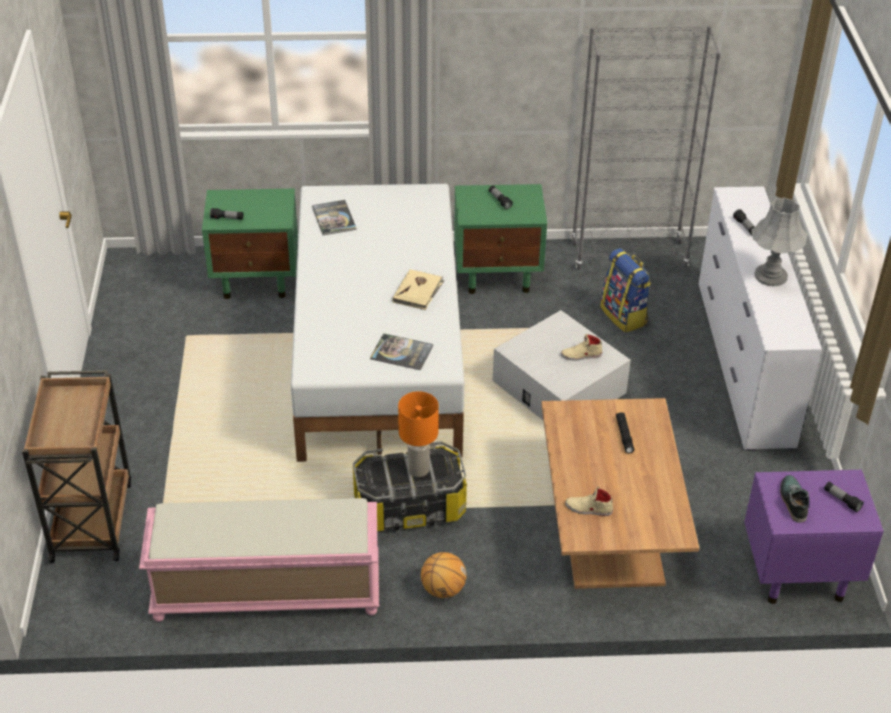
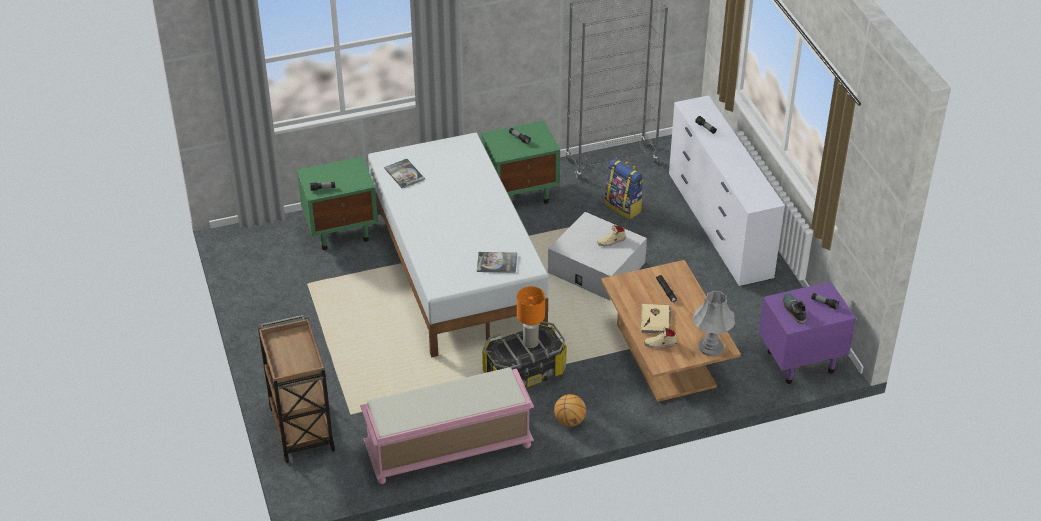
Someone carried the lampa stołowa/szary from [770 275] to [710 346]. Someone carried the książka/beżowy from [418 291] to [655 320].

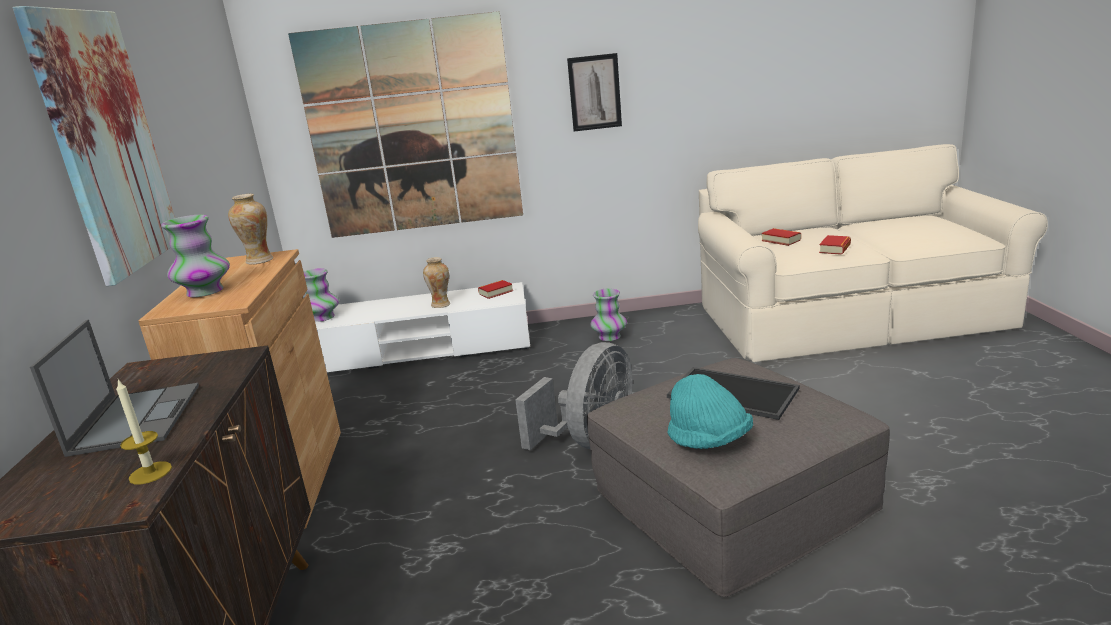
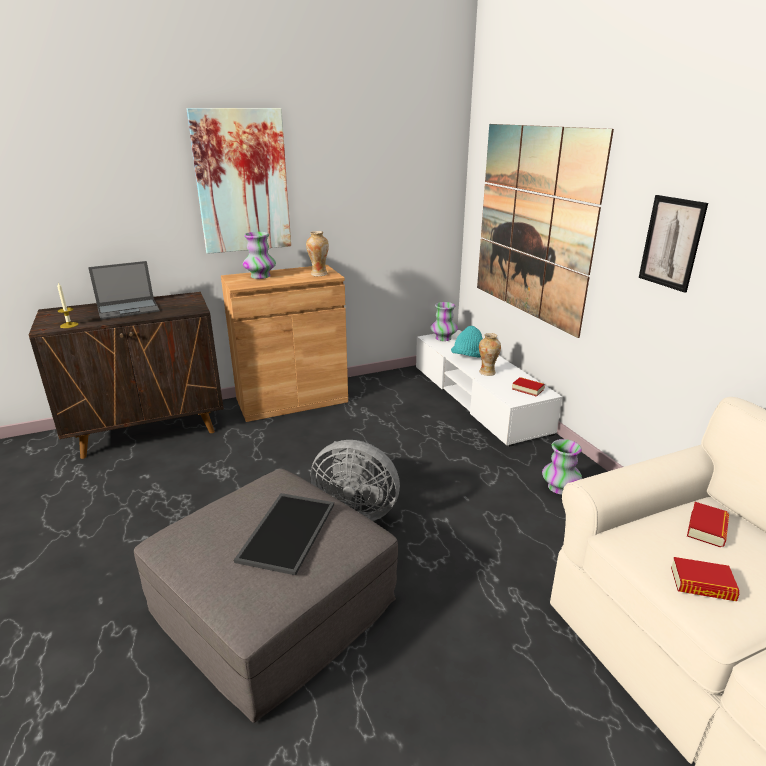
Someone carried the kapelusz/turkusowy from [709 441] to [467 357].

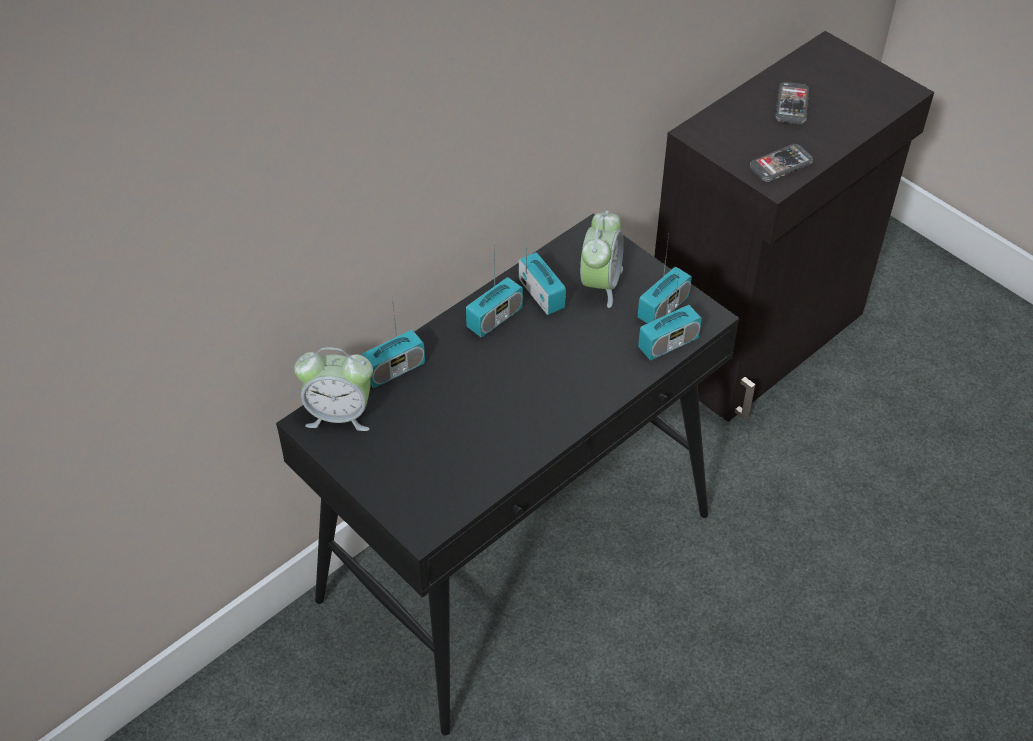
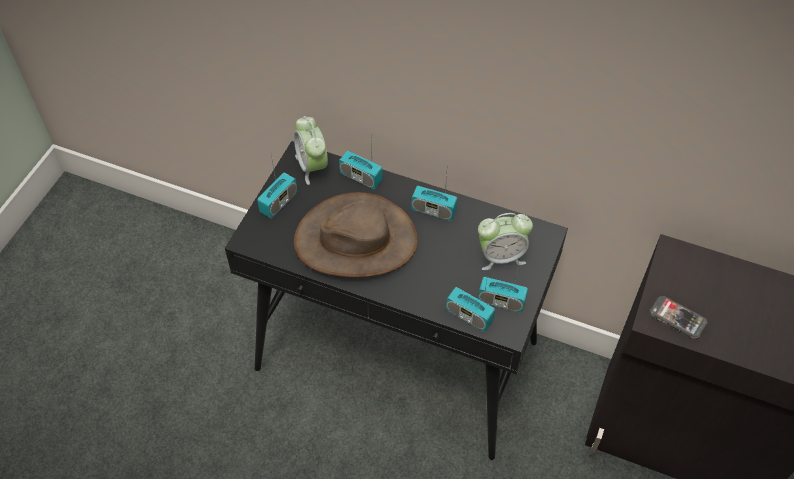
Someone took away the telefon at [792 105]. Someone carried the radio from [541 294] to [279 202]. Someone put down the kapelusz/brązowy at [355 240].

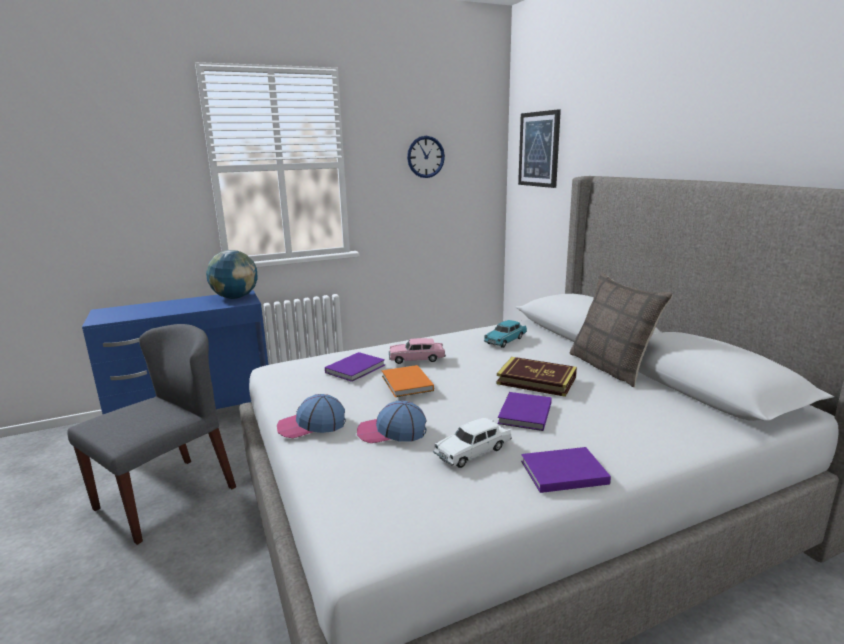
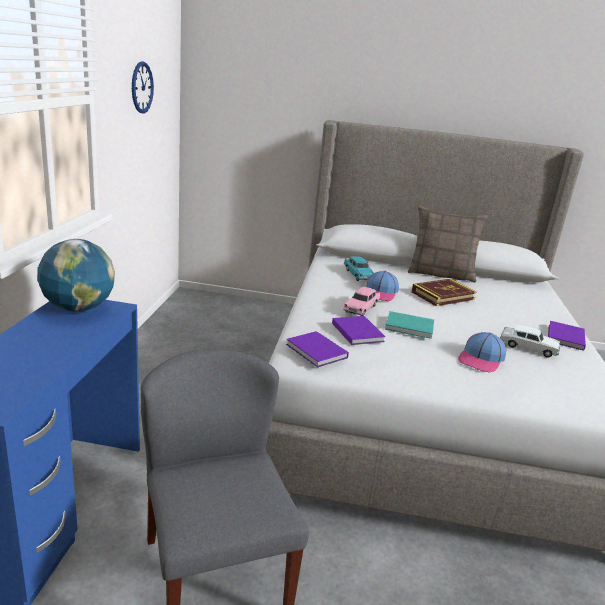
Someone took away the obraz at [539 149]. Someone repainted the książka/pomarańczowy at [406 384], which became the książka/turkusowy at [410 327]. Someone carried the książka/fioletowy from [524 414] to [316 352]. Someone carried the czapka z daszkiem from [311 425] to [380 293]. Someone rotated the samochodzik/biały at [473 452] by 60 degrees counterclockwise.

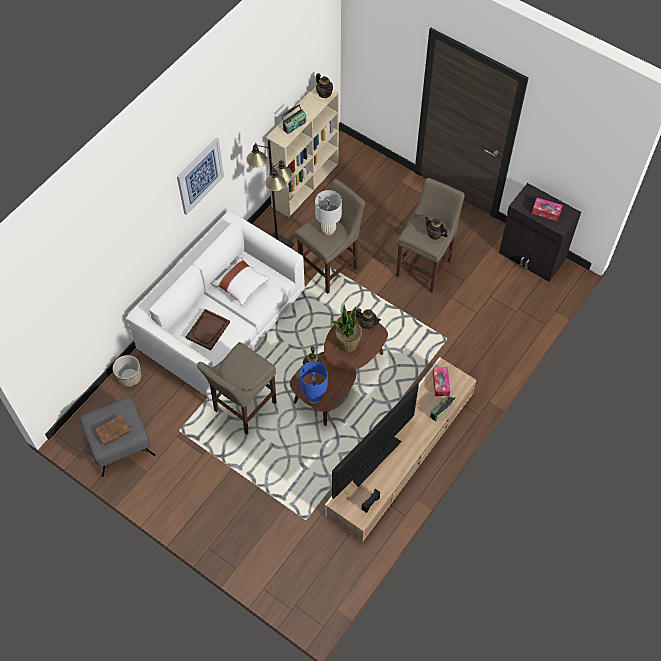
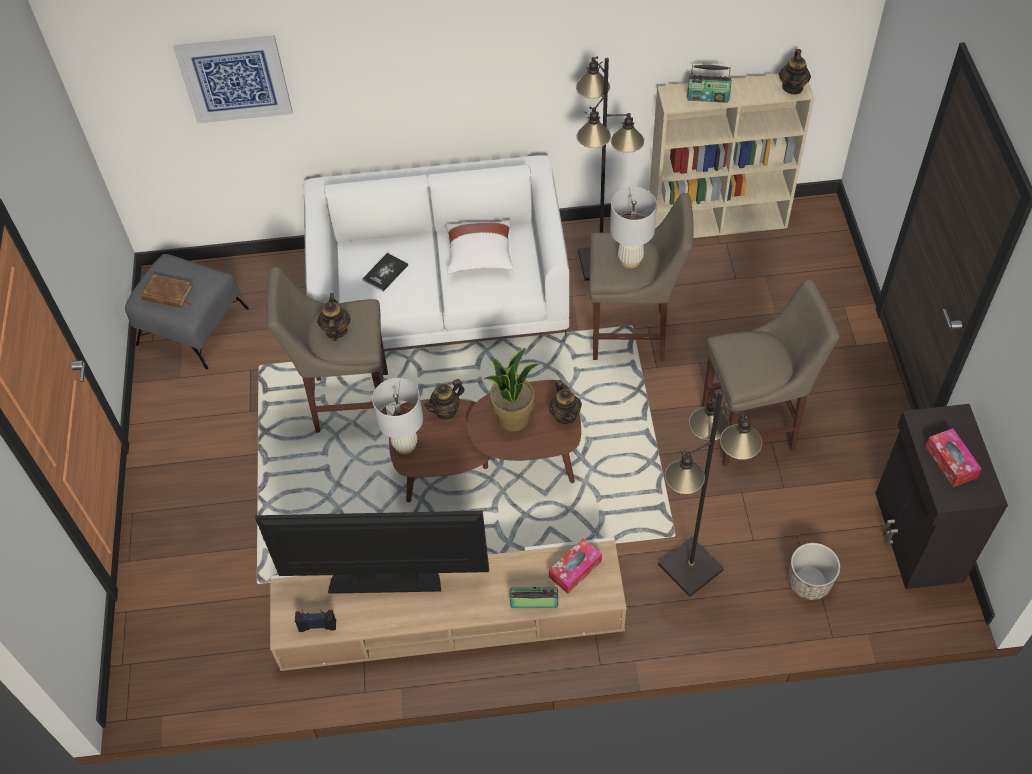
Someone carried the obraz from [200 175] to [234 78]. Someone carried the imbryk from [434 234] to [336 330]. Someone swapped the taca/brązowy at [208 330] for the książka at [385 273]. Someone carried the donica from [130 377] to [809 582]. Someone repainted the lampa stołowa/niebieski at [314 397], which became the lampa stołowa/biały at [405 445]. Someone put down the lampa stojąca/czarny at [690 568].

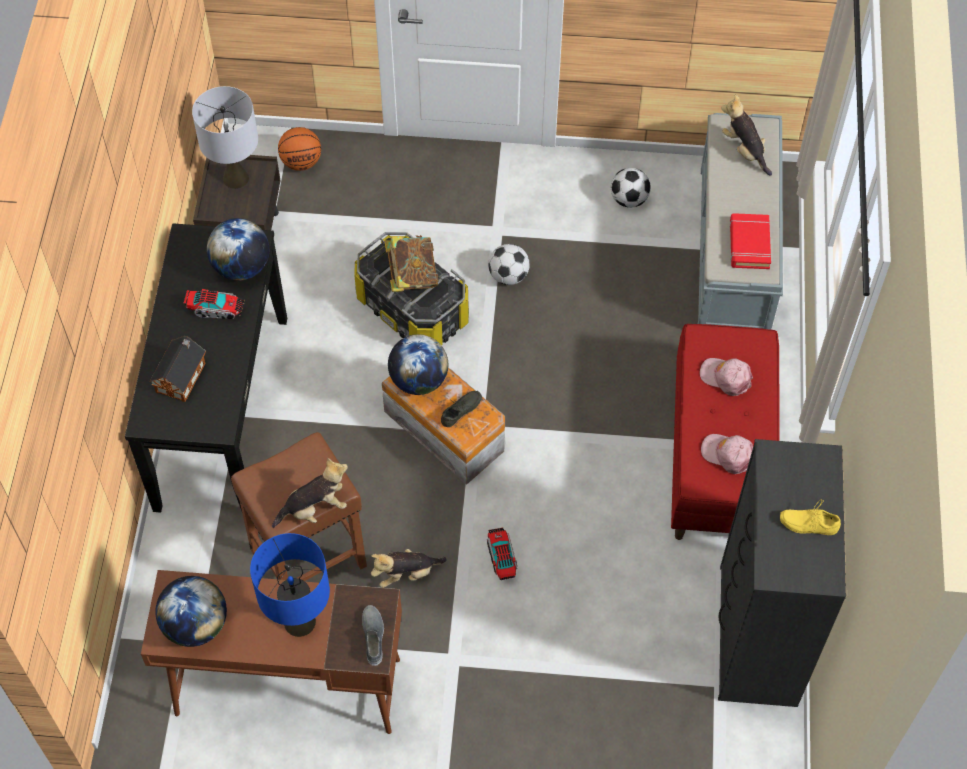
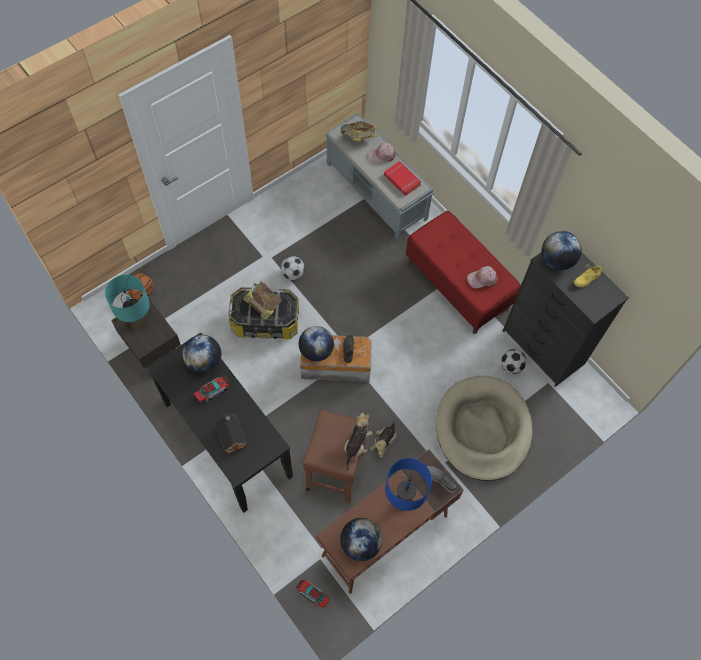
Someone repainted the lampa stołowa/szary at [236 178], which became the lampa stołowa/turkusowy at [138 322]. Someone swapped the pluszak at [744 150] for the książka at [358 139]. Someone carried the piłka futbolowa from [629 199] to [511 366]. Someone carried the czapka z daszkiem/różowy from [726 377] to [382 155]. Someone carried the ciężarówka zabawkowa from [502 557] to [313 594]. Someone put down the globus at [556 260]. Someone put down the legowisko/beżowy at [483 429].

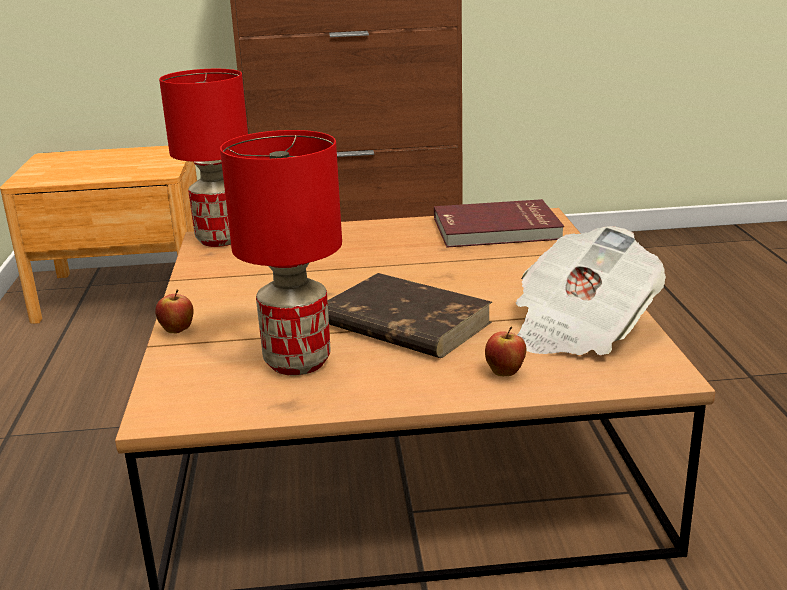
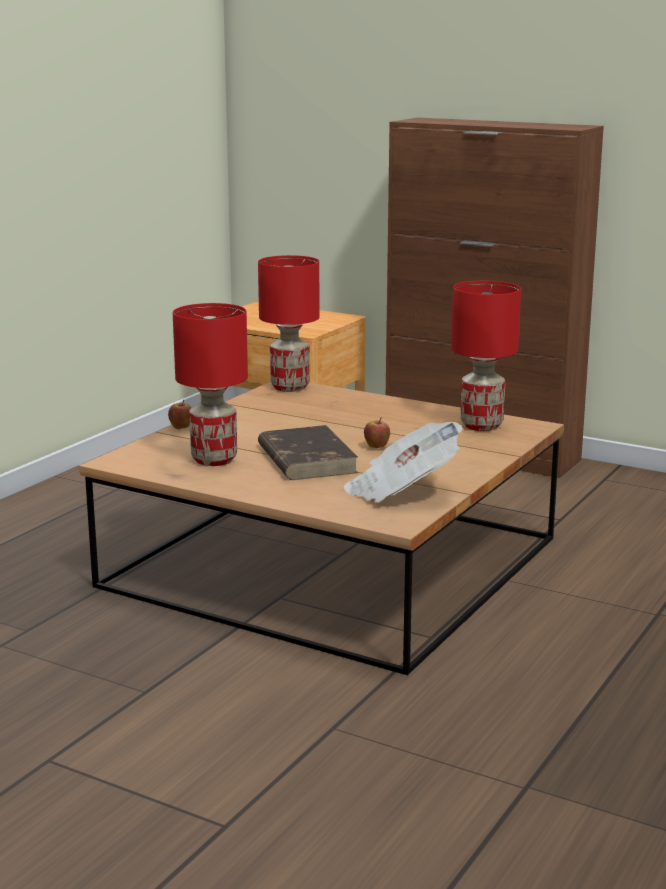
Someone swapped the książka/czerwony at [496 229] for the lampa stołowa/czerwony at [481 426]. Someone carried the jabłko from [505 373] to [377 447].

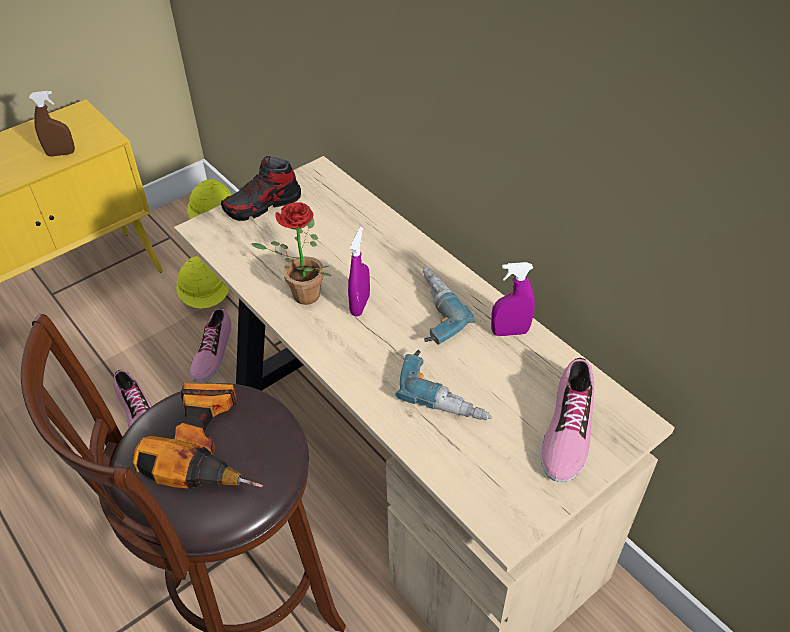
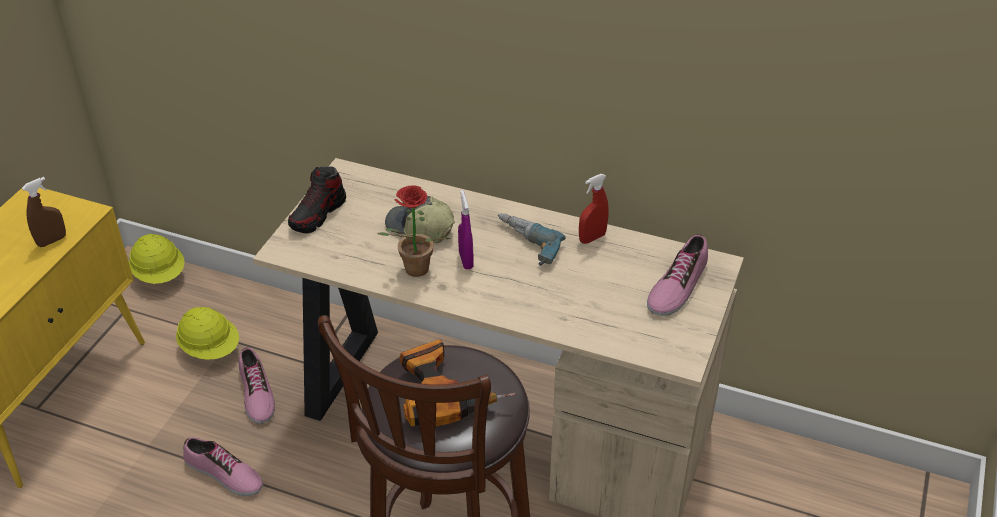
Someone repainted the spryskiwacz/fioletowy at [510 332], which became the spryskiwacz/czerwony at [592 238]. Someone took away the wiertarka at [446 393]. Someone rotated the but at [566 429] by 45 degrees clockwise. Someone put down the czapka z daszkiem at [419 229].

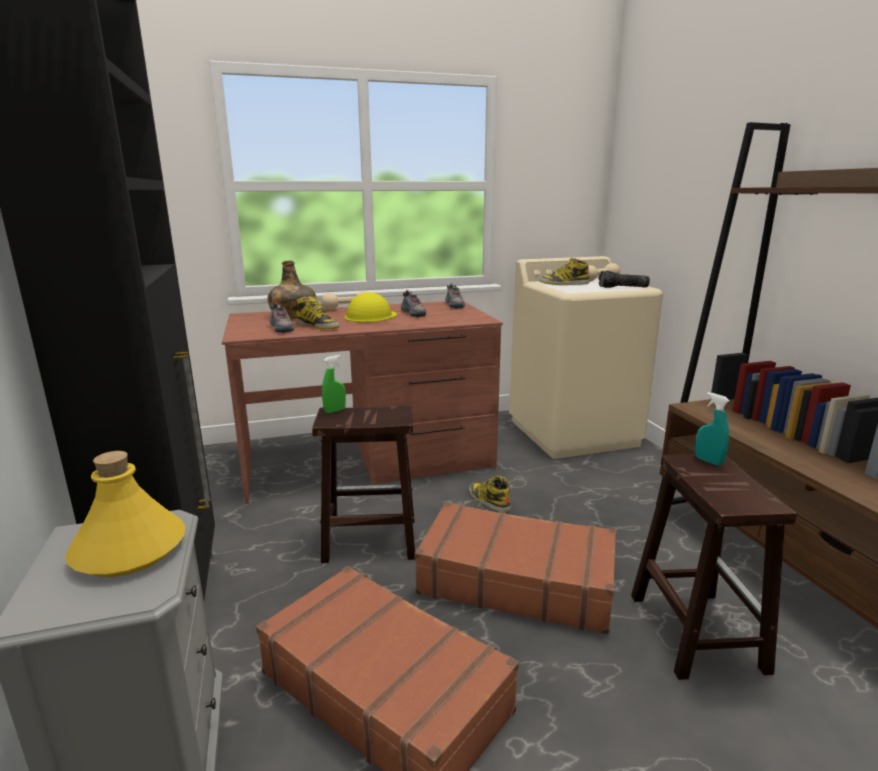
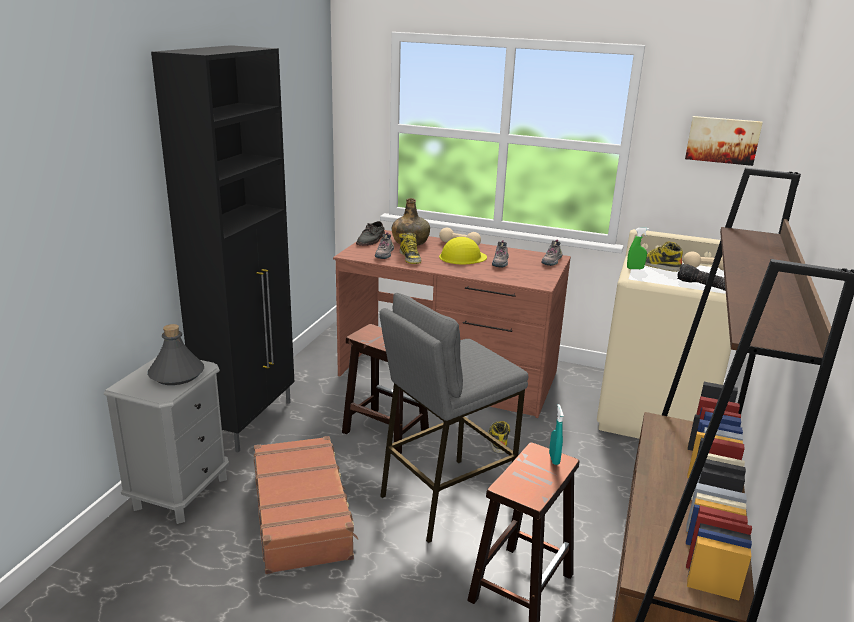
Someone carried the spryskiwacz/zielony from [335 411] to [635 268]. Someone repainted the butelka/żółty at [130 550], which became the butelka/szary at [177 374]. Someone swapped the walizka/brązowy at [516 580] for the stołek/szary at [445 498]. Someone put up the obraz at [722 140]. Someone put down the but/szary at [371 240].

